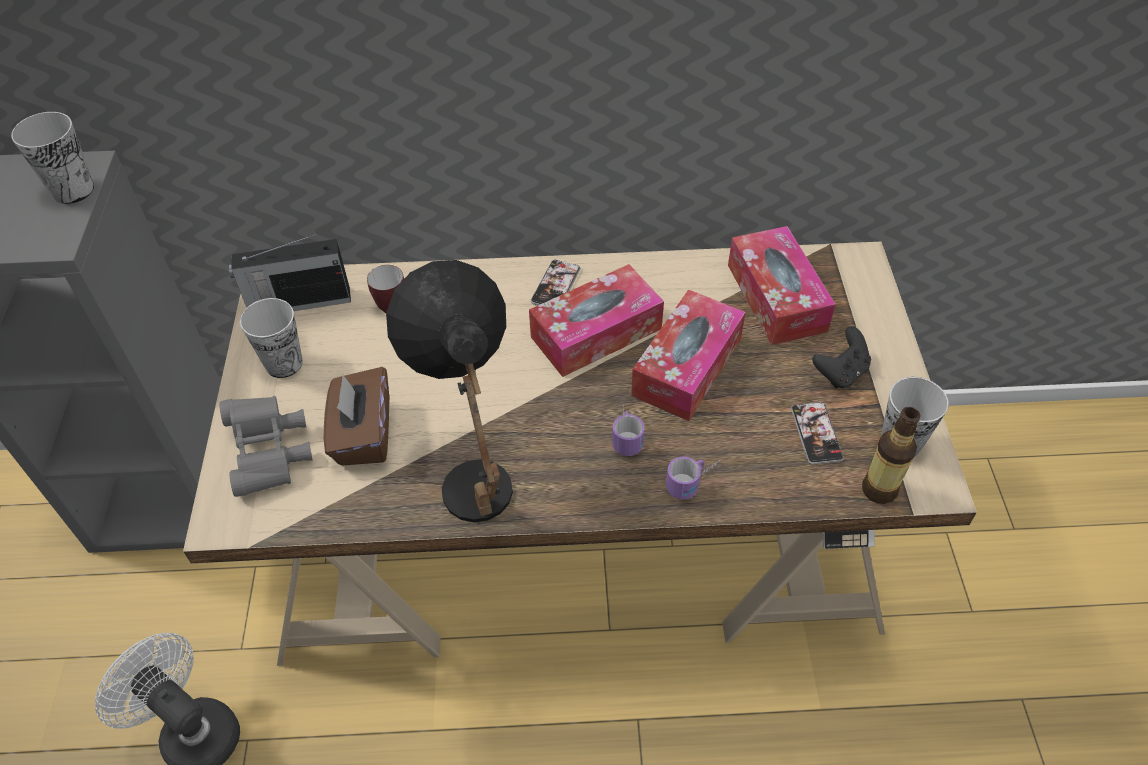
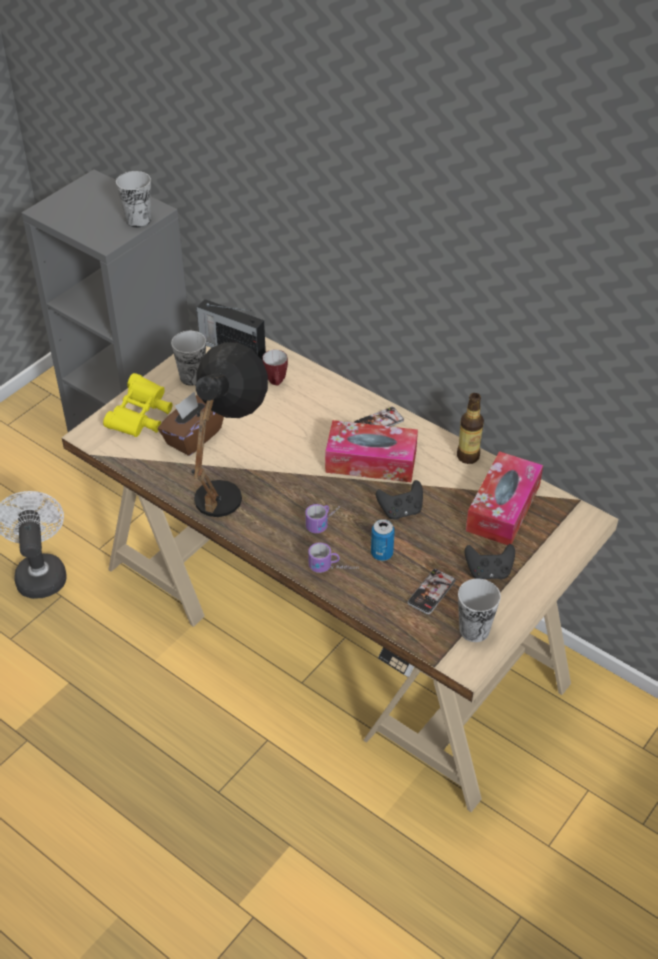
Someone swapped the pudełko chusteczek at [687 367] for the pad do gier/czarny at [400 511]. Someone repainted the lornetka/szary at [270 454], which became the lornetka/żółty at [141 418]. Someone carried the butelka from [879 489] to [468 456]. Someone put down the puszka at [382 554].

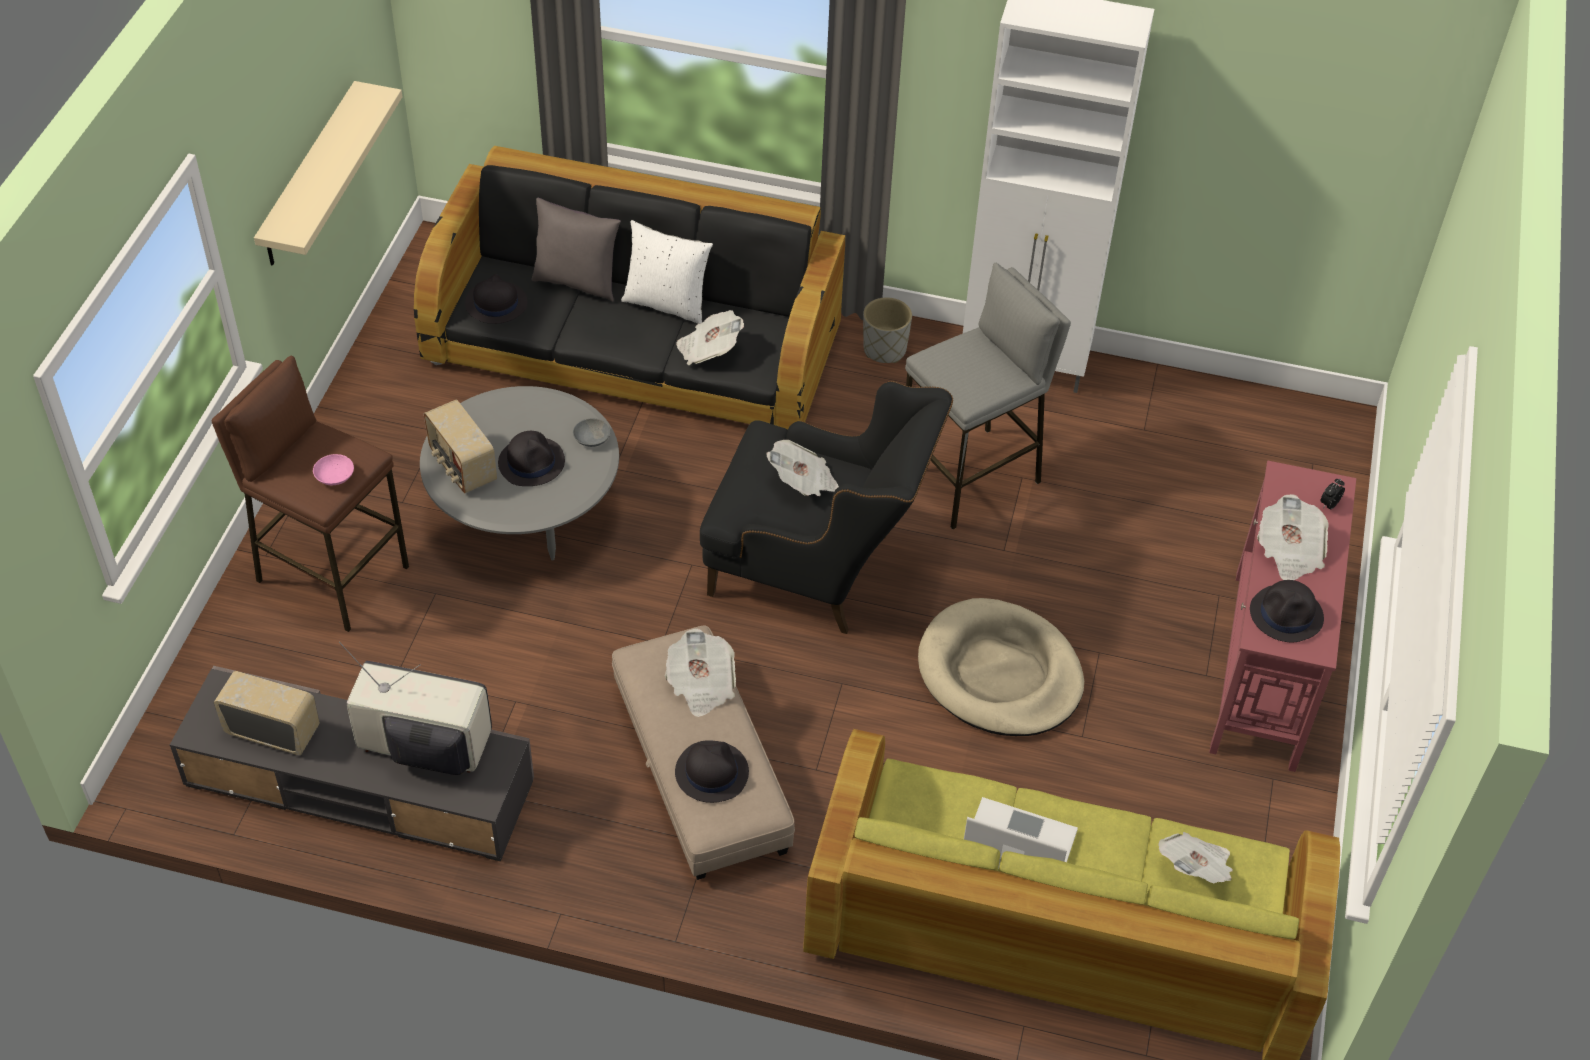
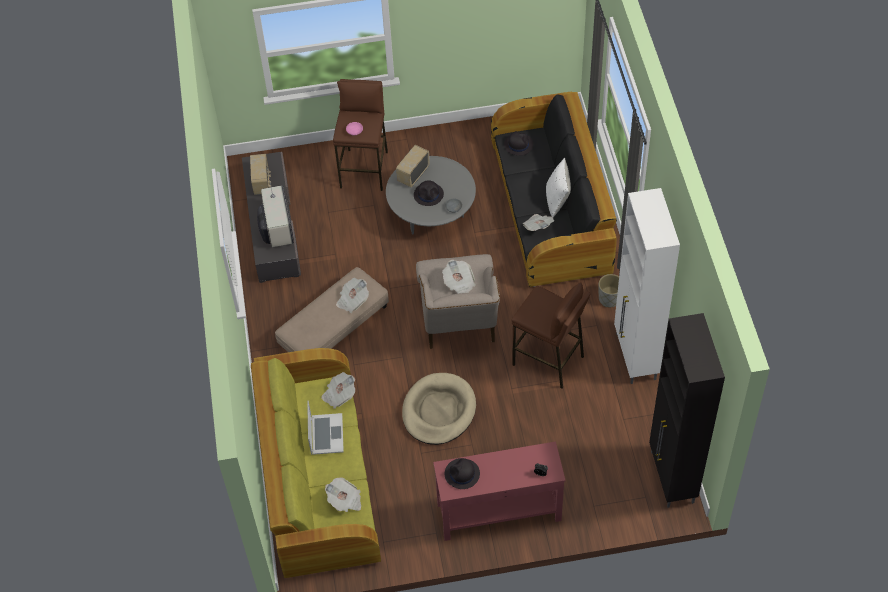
Someone took away the półka/beżowy at [309 176]. Someone took away the poduszka/szary at [577 282]. Someone repainted the stołek/szary at [971 477], which became the stołek/brązowy at [548 361]. Someone repainted the fotel/czarny at [818 570], which became the fotel/beżowy at [459 325]. Someone carried the gazeta from [1289 552] to [339 395]. Someone took away the kapelusz/czarny at [711 772]. Someone put down the szafka/czarny at [672 478].

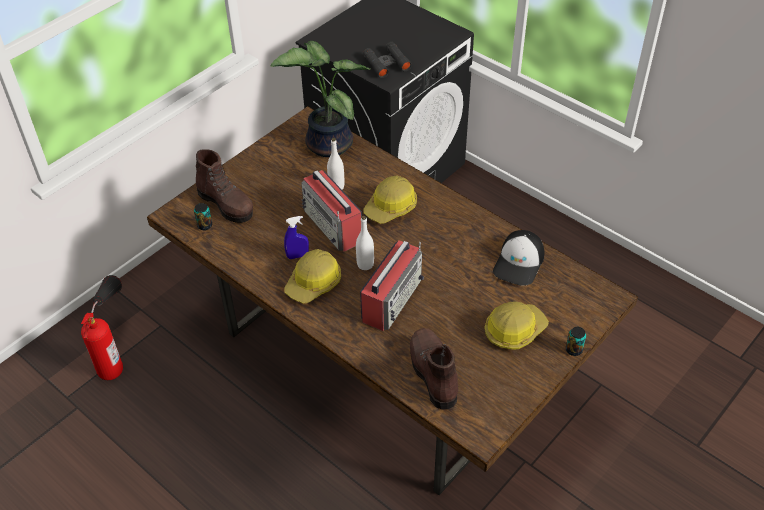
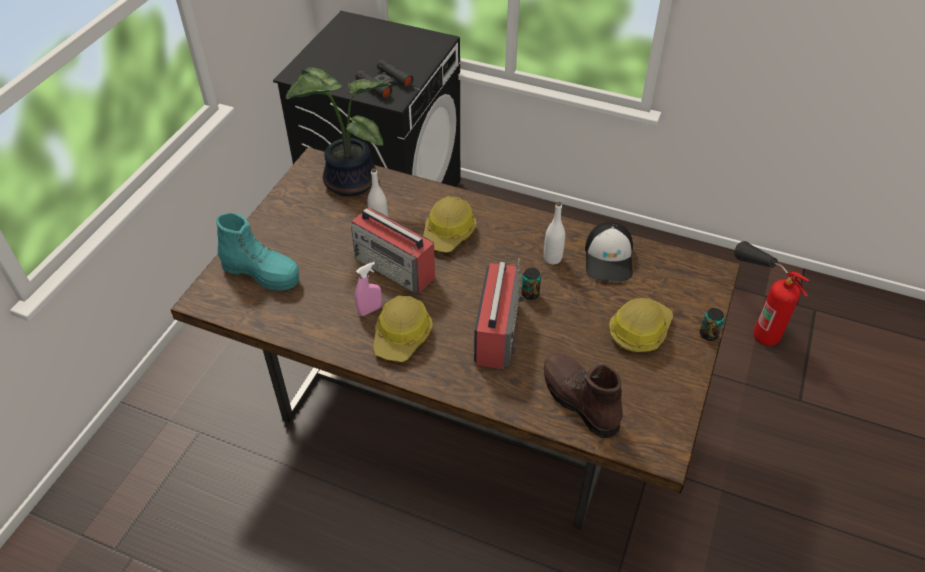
Someone repainted the but z cholewką/brązowy at [226 204], which became the but z cholewką/turkusowy at [262 273]. Someone carried the puszka from [204 225] to [530 294]. Someone repainted the spryskiwacz/niebieski at [297 256], which became the spryskiwacz/różowy at [370 310]. Someone carried the butelka/biały from [365 264] to [552 258]. Someone carried the gaśnica from [115 350] to [752 317].

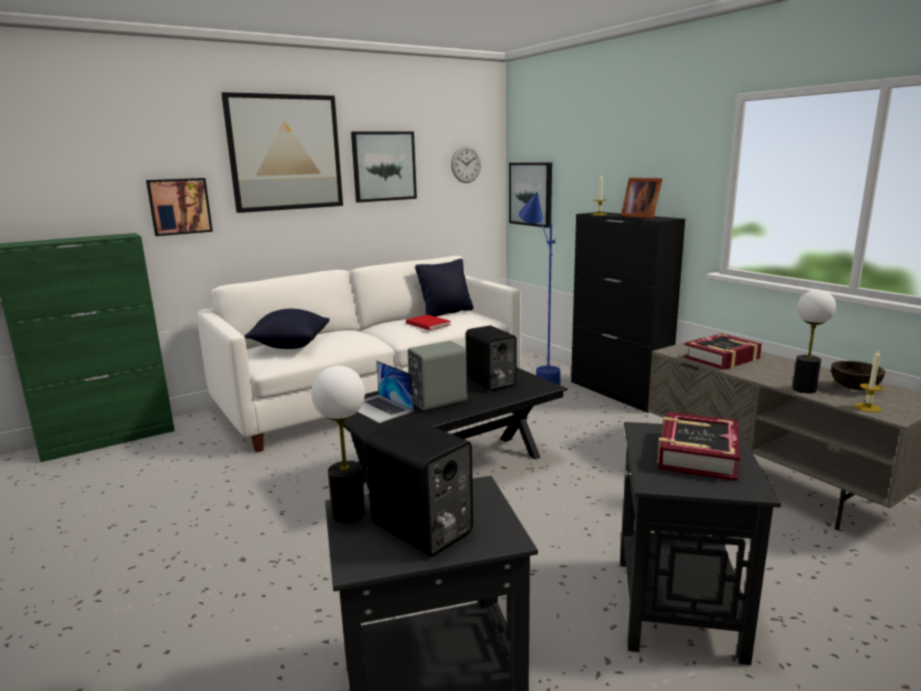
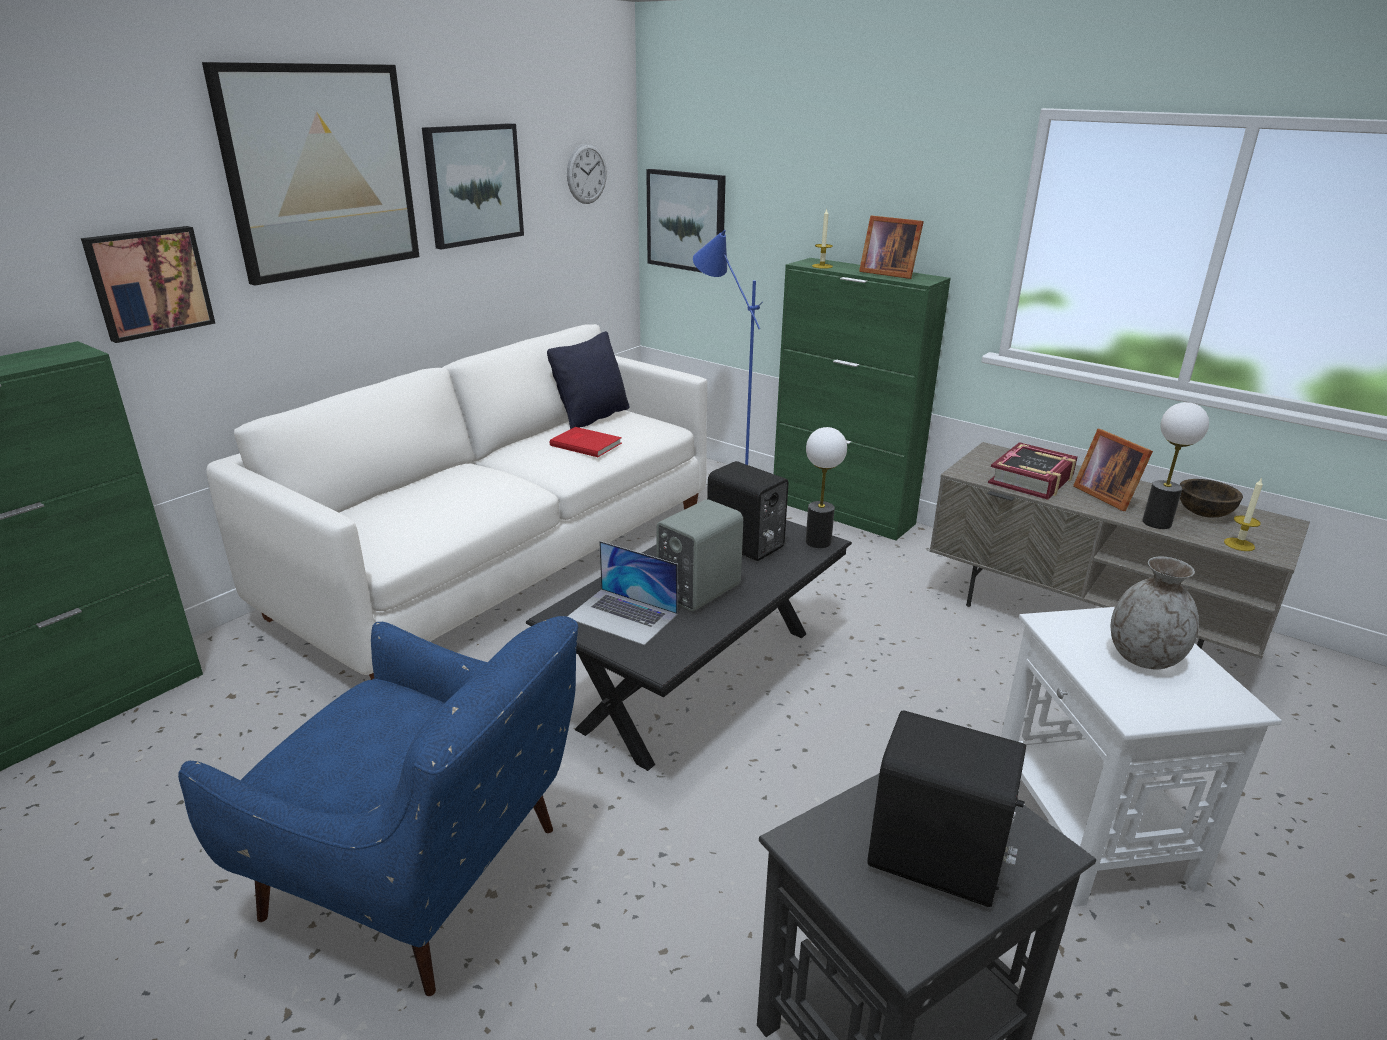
Someone repainted the szafka/czarny at [618 393], which became the szafka/zielony at [842 512]. Someone took away the poduszka/czarny at [291 345]. Someone carried the lampa stołowa from [348 514] to [818 542]. Someone swapped the książka at [696 454] for the wazon/szary at [1143 658]. Someone repainted the stolik/czarny at [678 608], which became the stolik/biały at [1091 831]. Someone put down the ramka na zdjęcie at [1106 495]. Someone put down the fotel/niebieski at [426 879].

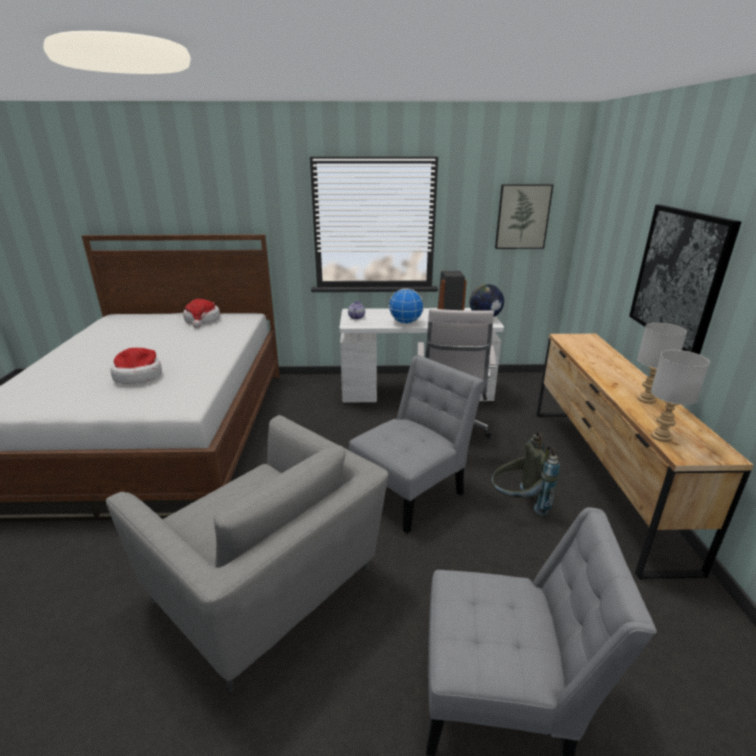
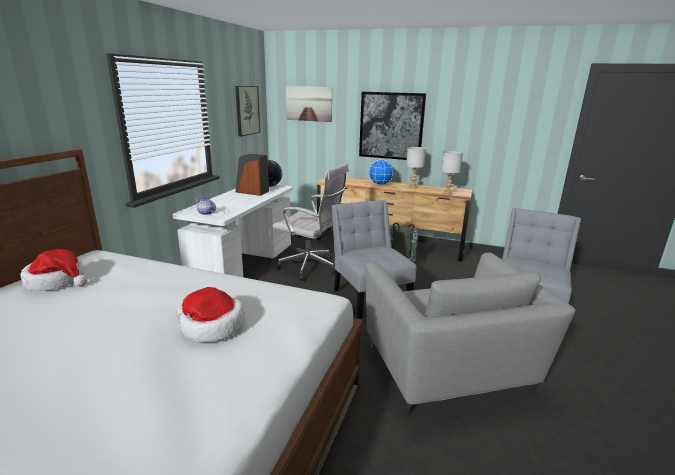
Someone carried the globus from [405 322] to [380 184]. Someone rotated the fotel/szary at [267 588] by 105 degrees clockwise. Someone put up the obraz at [309 103].

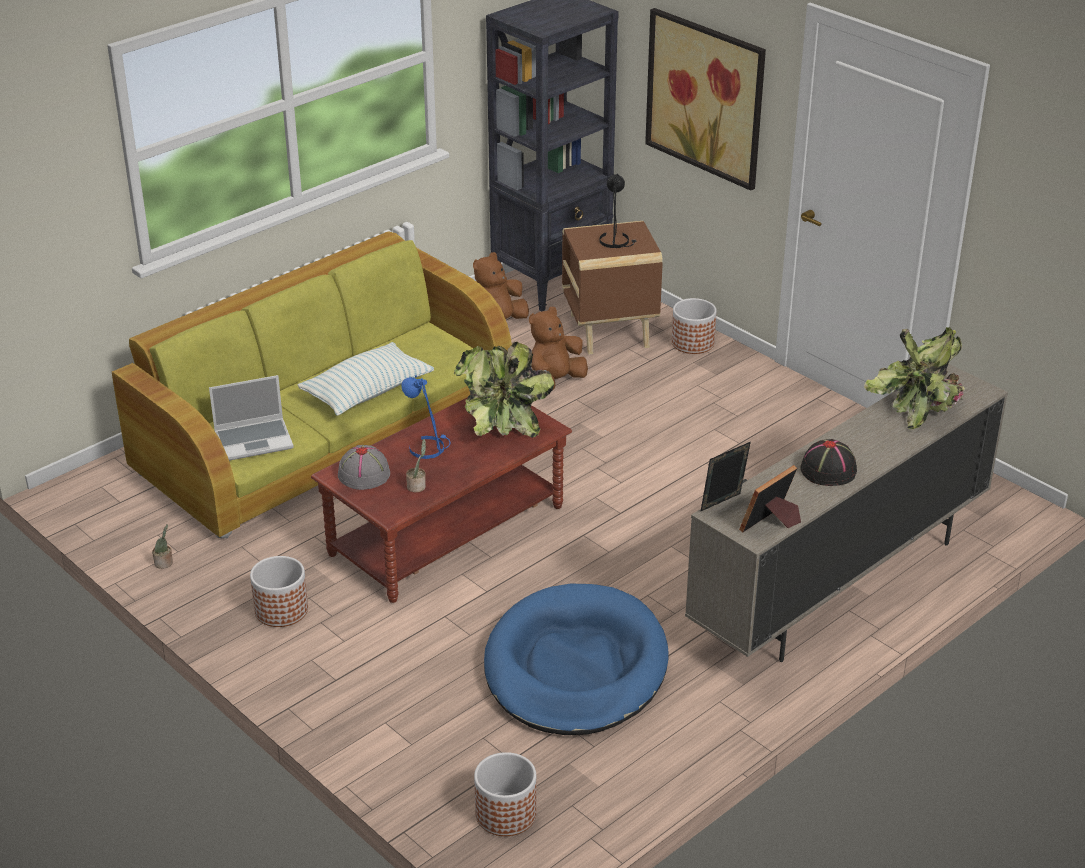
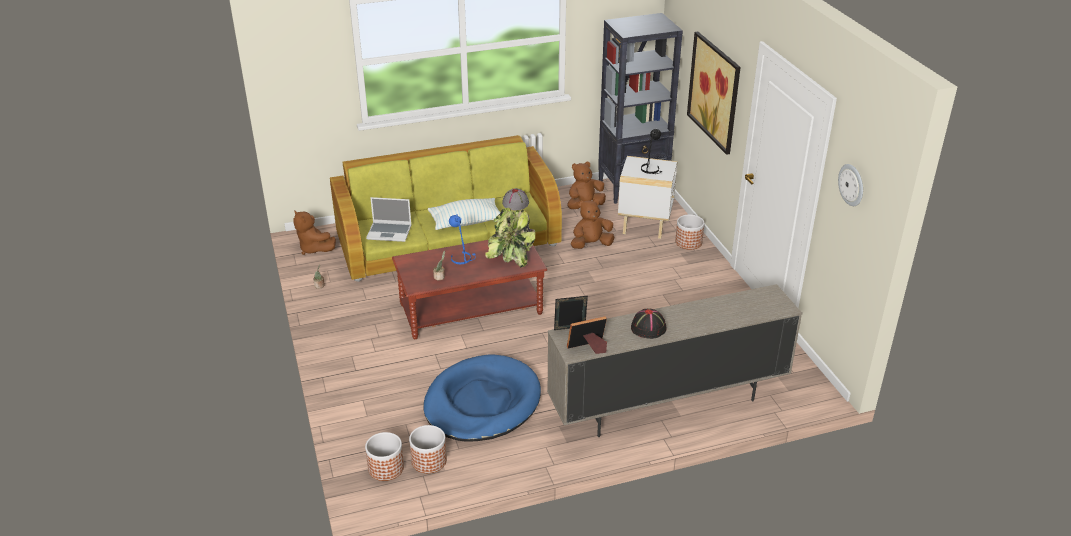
Someone repainted the stolik/brązowy at [608 329], which became the stolik/biały at [645 223]. Someone took away the roślina doniczkowa at [918 405]. Someone carried the kapelusz/szary from [364 473] to [515 203]. Someone carried the donica from [281 610] to [429 460]. Someone put up the zegar ścienny at [851 184]. Someone put down the pluszak/brązowy at [314 249].

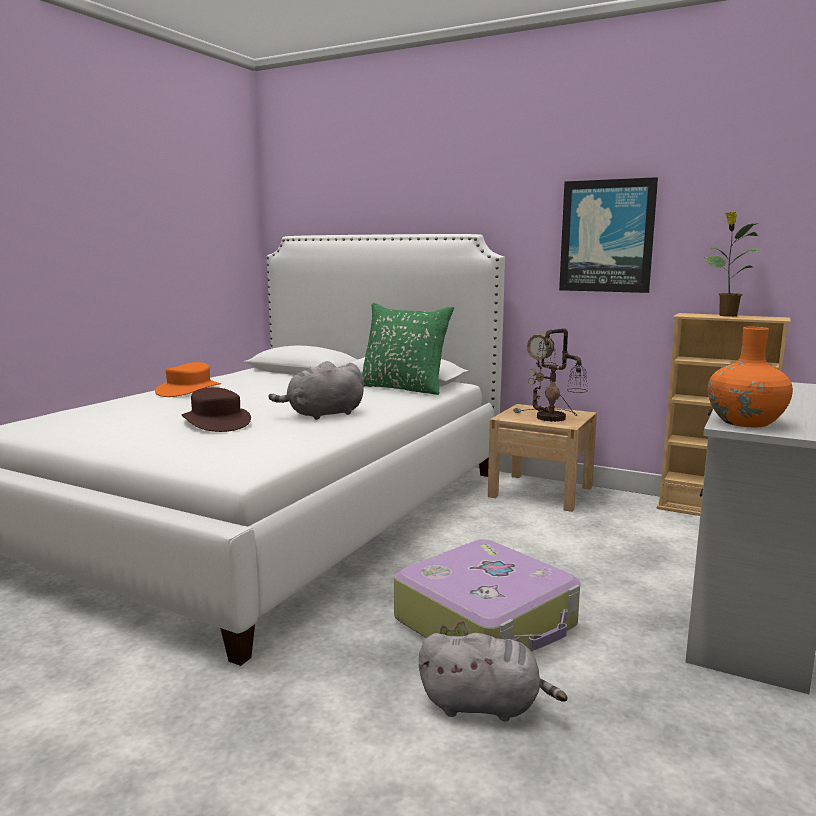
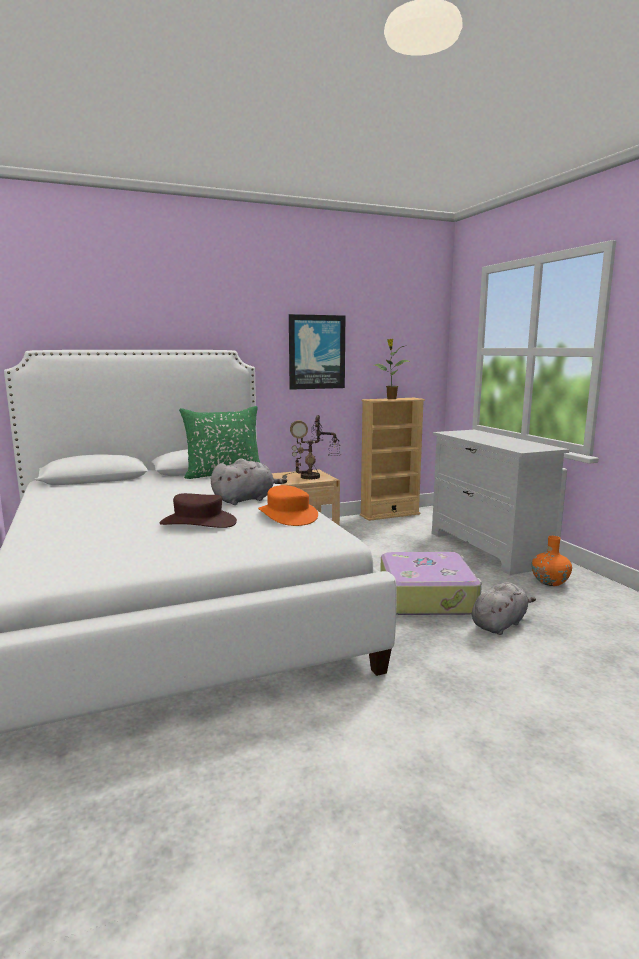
Someone carried the wazon/pomarańczowy from [745 422] to [550 582]. Someone rotated the pluszak/szary at [323 414] by 135 degrees counterclockwise. Someone carried the kapelusz/pomarańczowy from [189 390] to [288 515].

